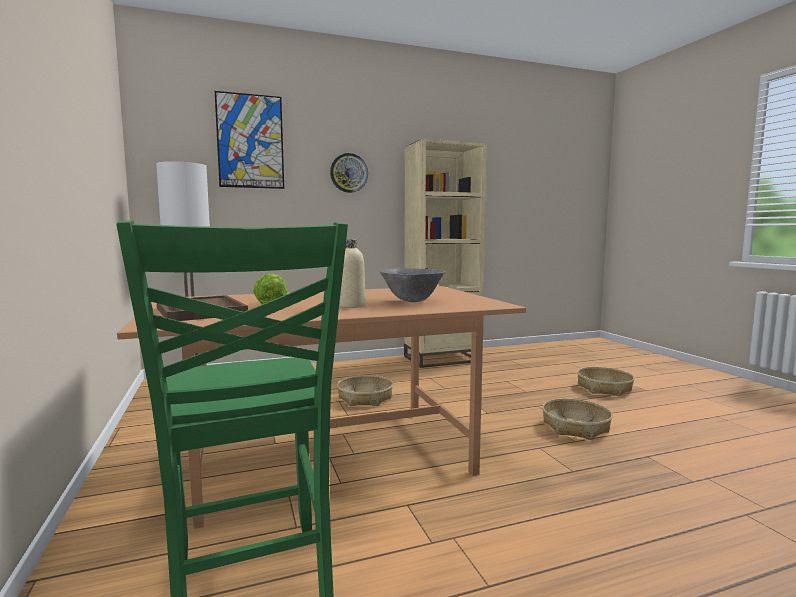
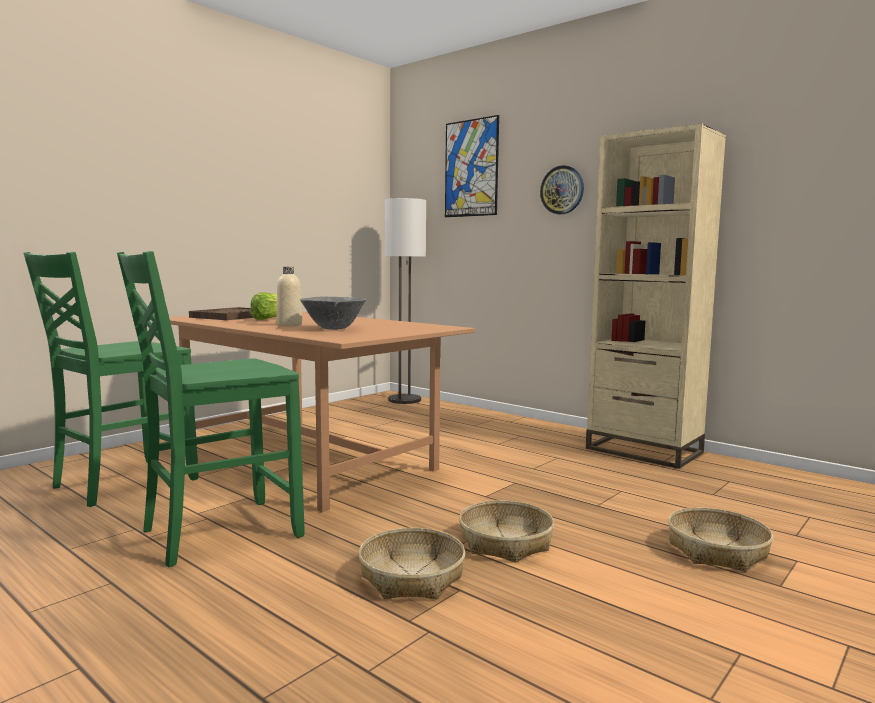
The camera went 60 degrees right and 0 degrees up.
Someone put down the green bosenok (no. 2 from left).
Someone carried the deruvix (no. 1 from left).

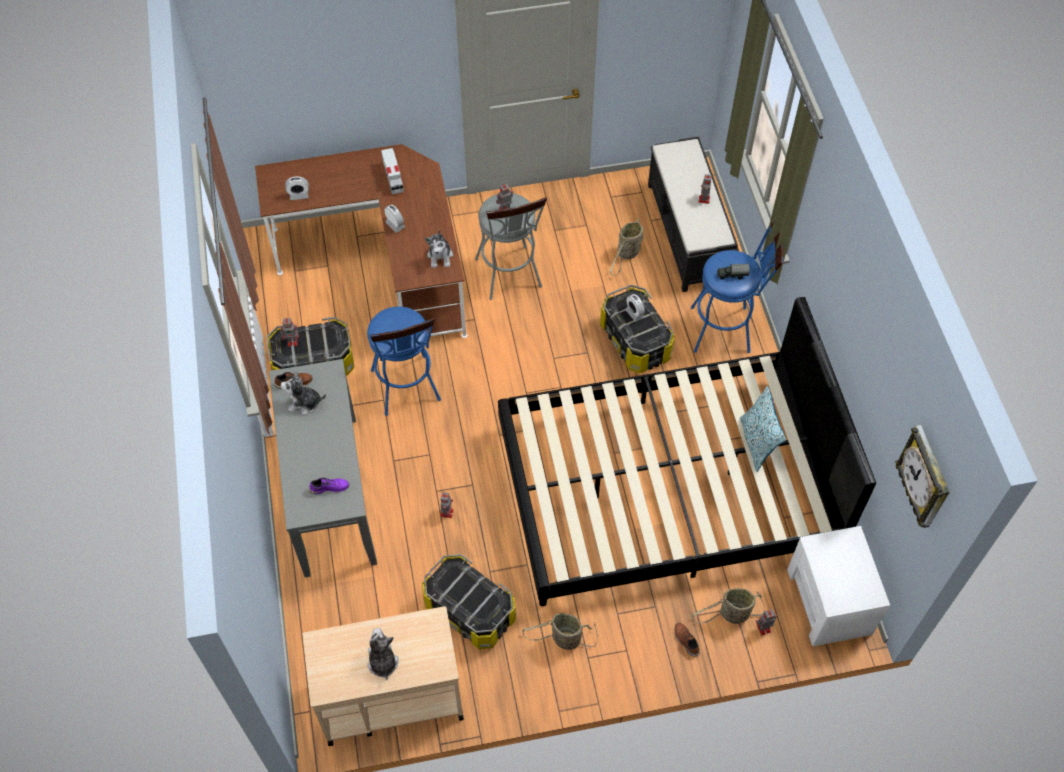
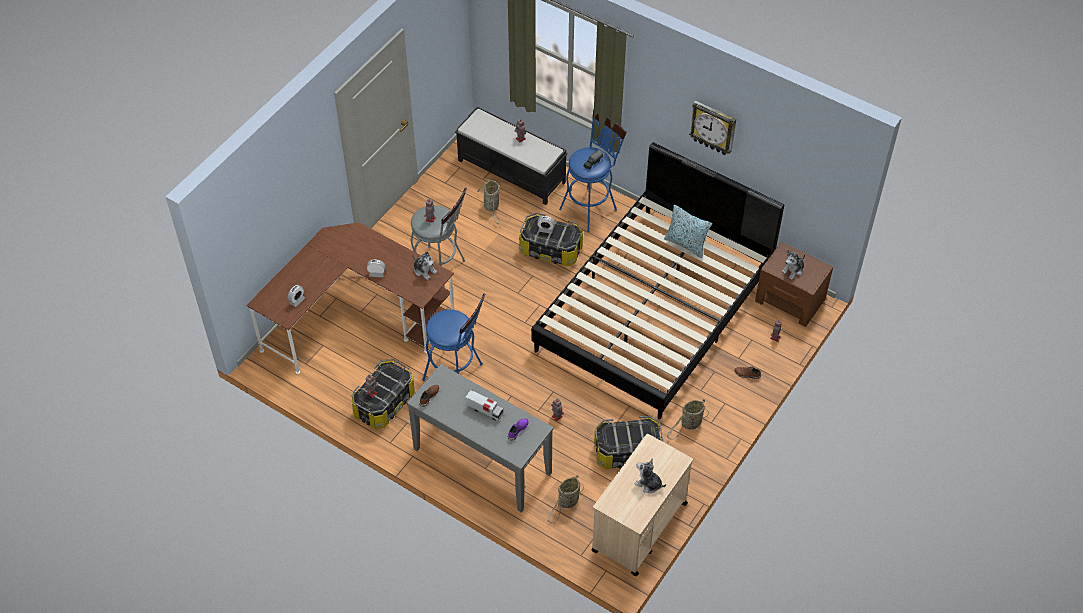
The camera went 45 degrees left and 5 degrees down.
Someone carried the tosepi (no. 1 from left in the first image).
Someone carried the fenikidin (no. 1 from left).
Someone carried the deruvix (no. 3 from left in the first image).
Someone carried the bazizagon.
Someone repainted the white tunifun, which became the brown tunifun.

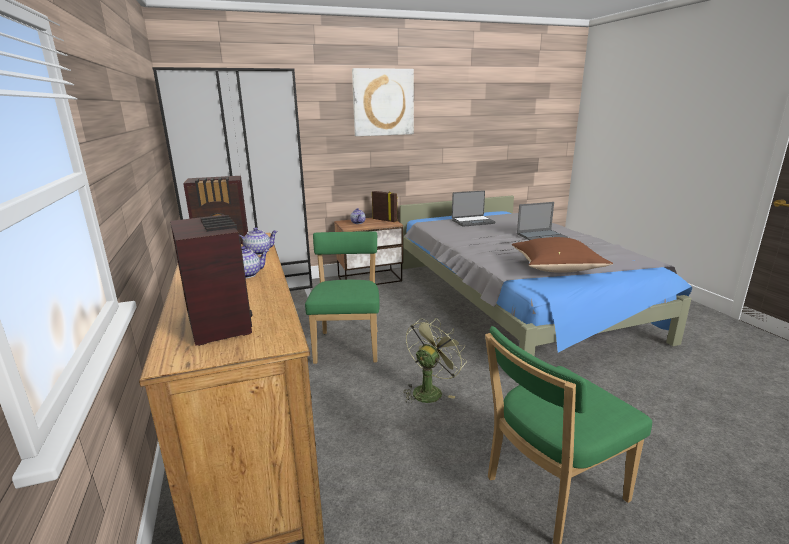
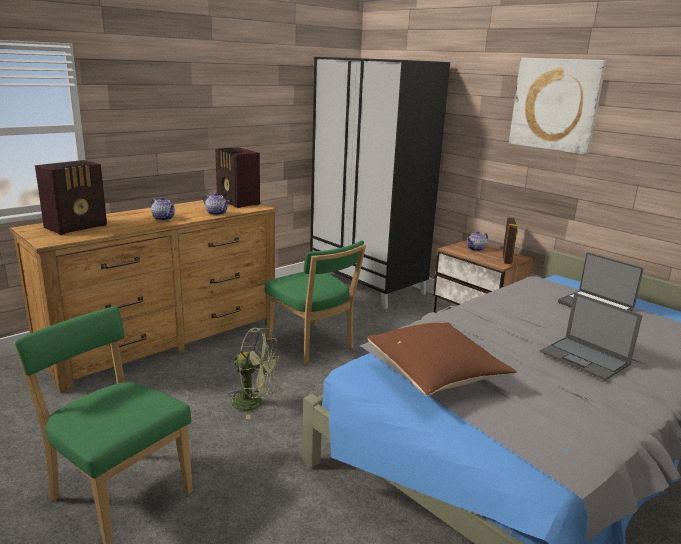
The camera went 65 degrees right and 0 degrees up.
Someone rotated the green bosenok (no. 1 from left in the first image) by 75 degrees clockwise.

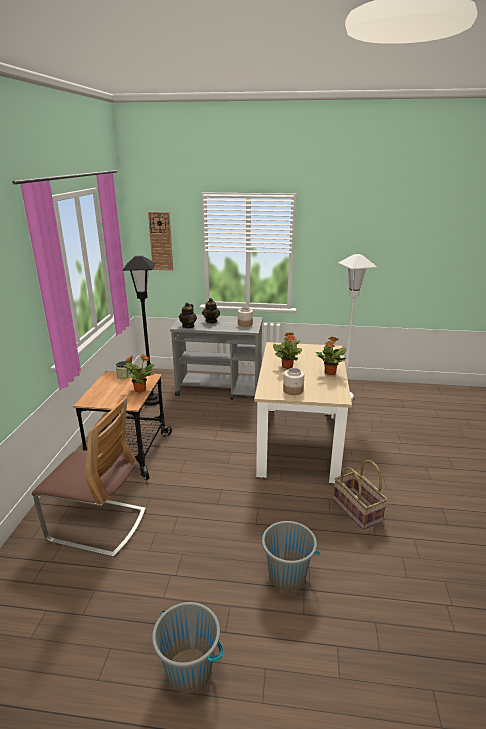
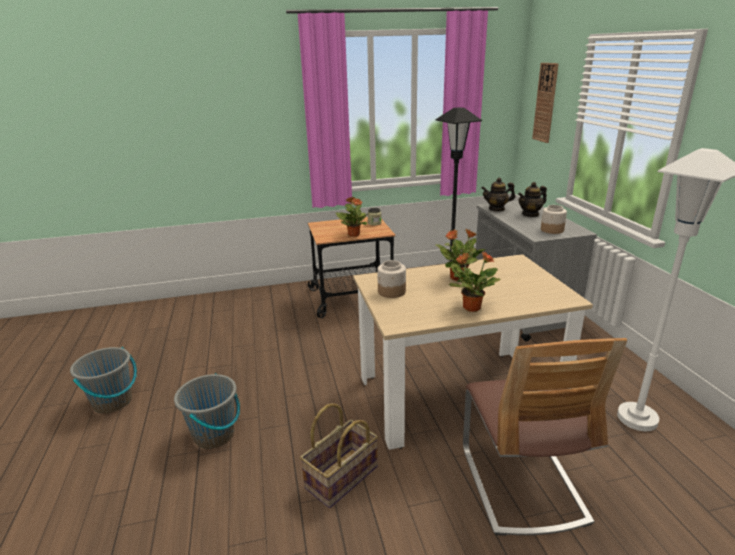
The camera went 70 degrees right and 0 degrees up.
Someone carried the bosenok.

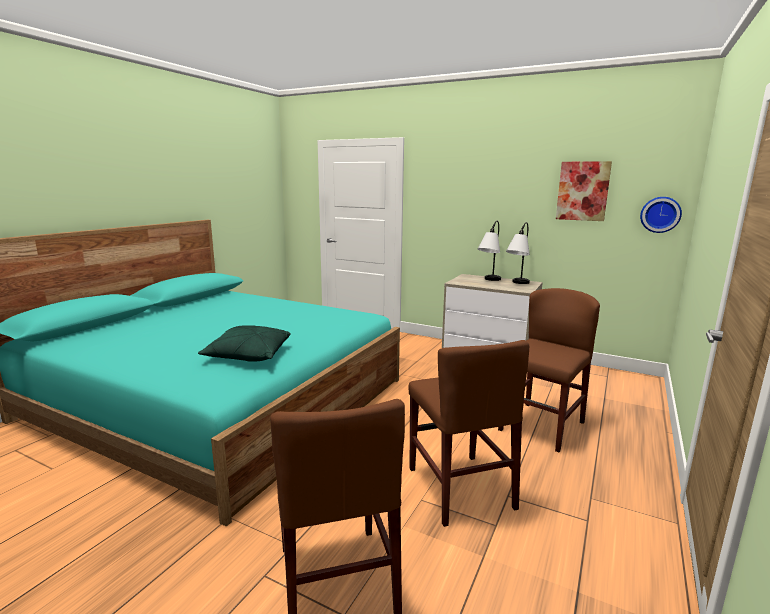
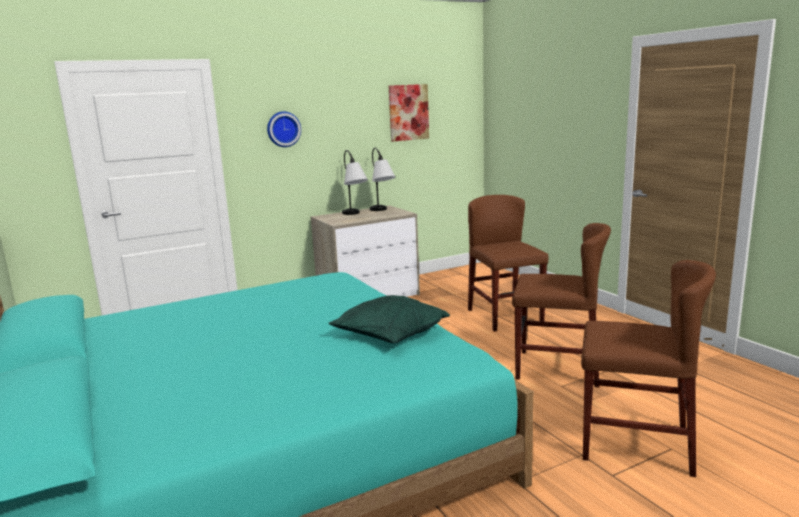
The camera went 55 degrees left and 0 degrees up.
Someone carried the bazizagon.

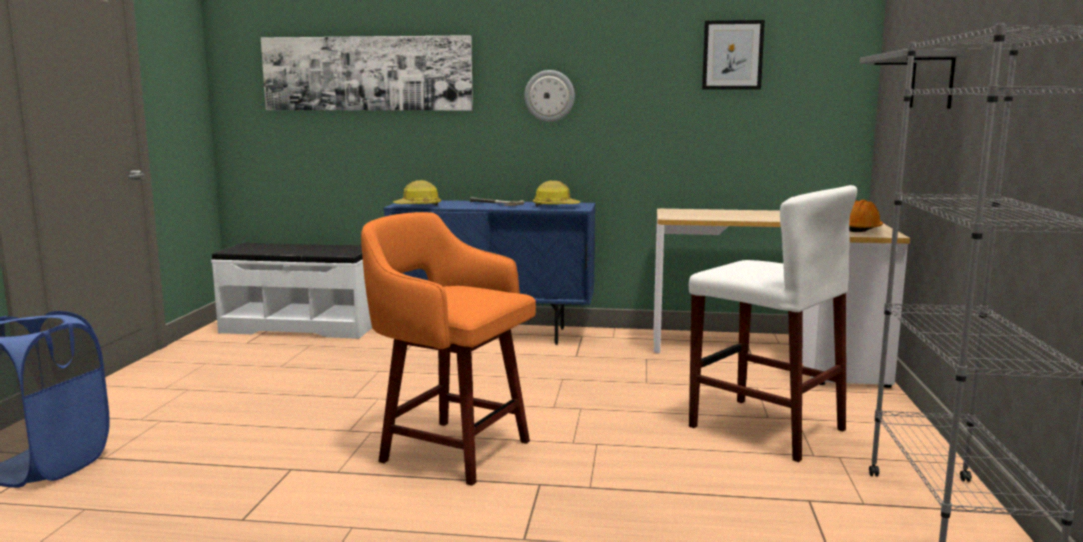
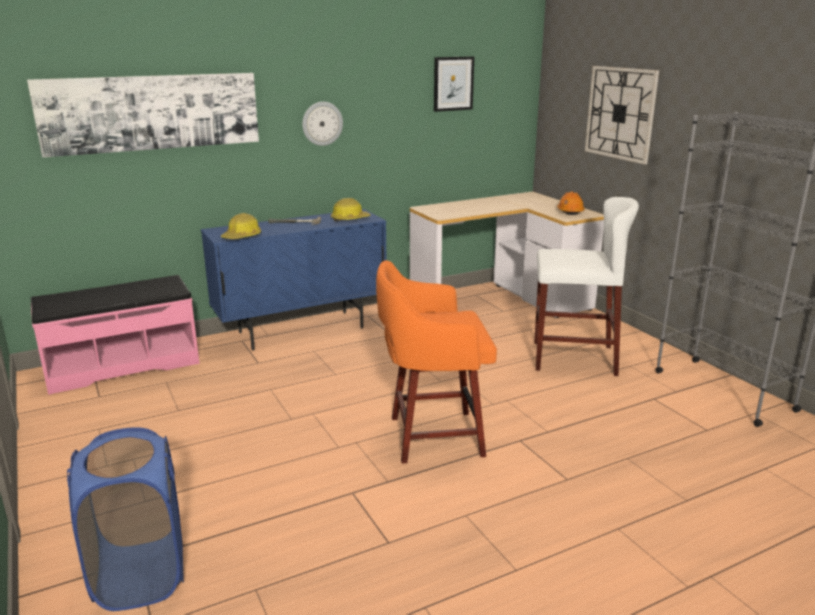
The camera went 35 degrees left and 10 degrees up.
Someone swapped the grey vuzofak for the bazizagon (no. 2 from left).
Someone repainted the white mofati, which became the pink mofati.

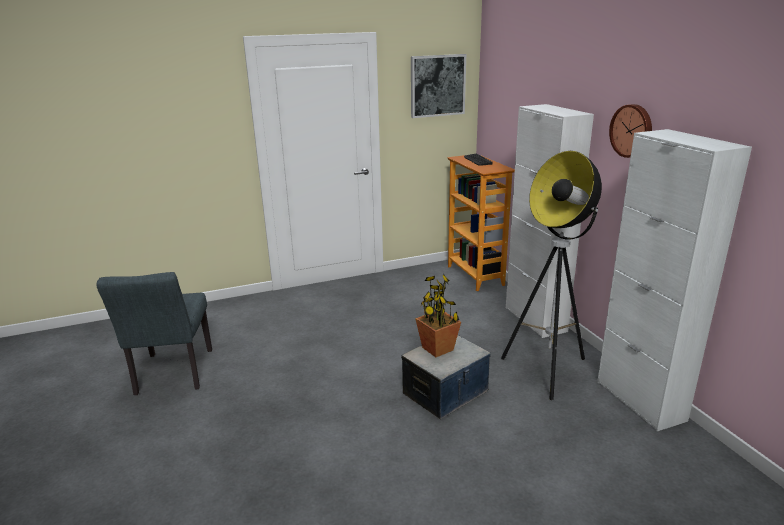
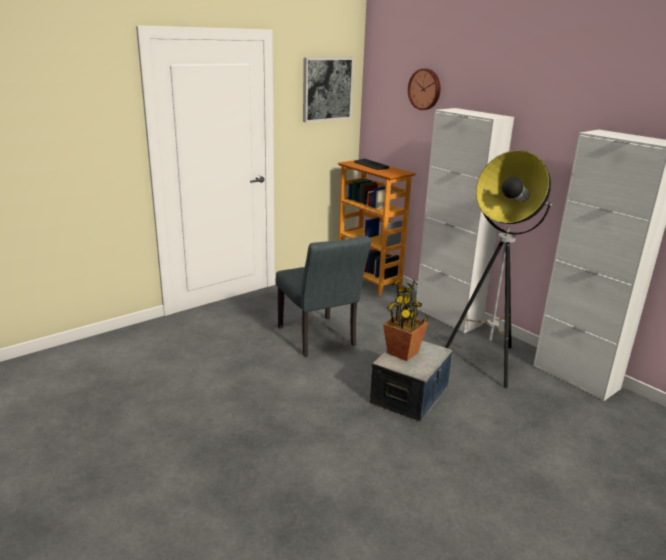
The camera went 20 degrees left and 0 degrees up.
Someone carried the grey bosenok.
Someone carried the bazizagon.

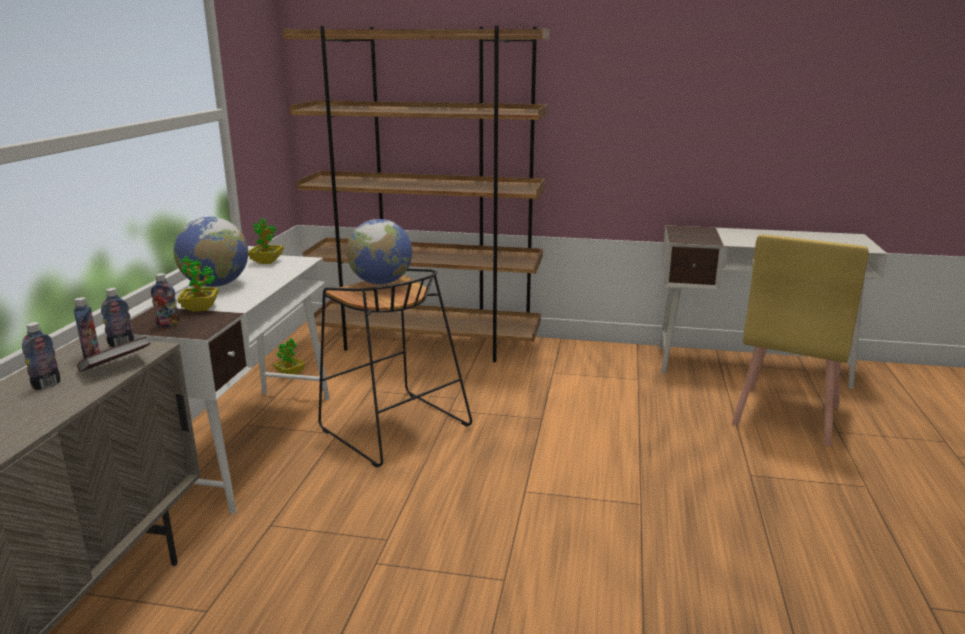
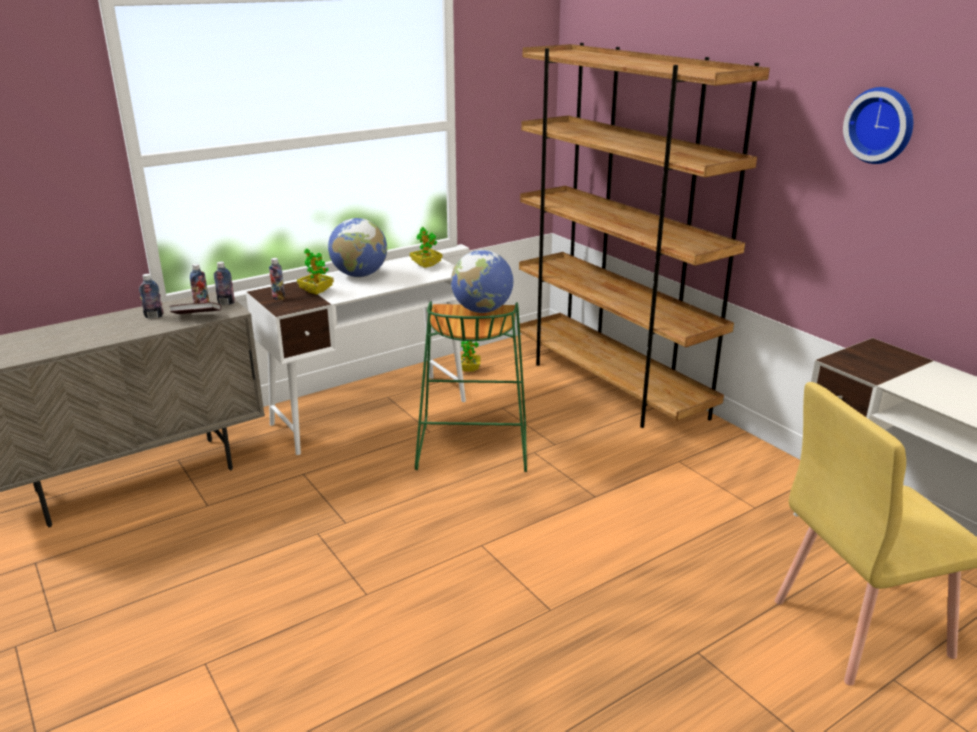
The camera went 45 degrees right and 5 degrees up.
Someone put up the bazizagon.
Someone repainted the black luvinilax, which became the green luvinilax.

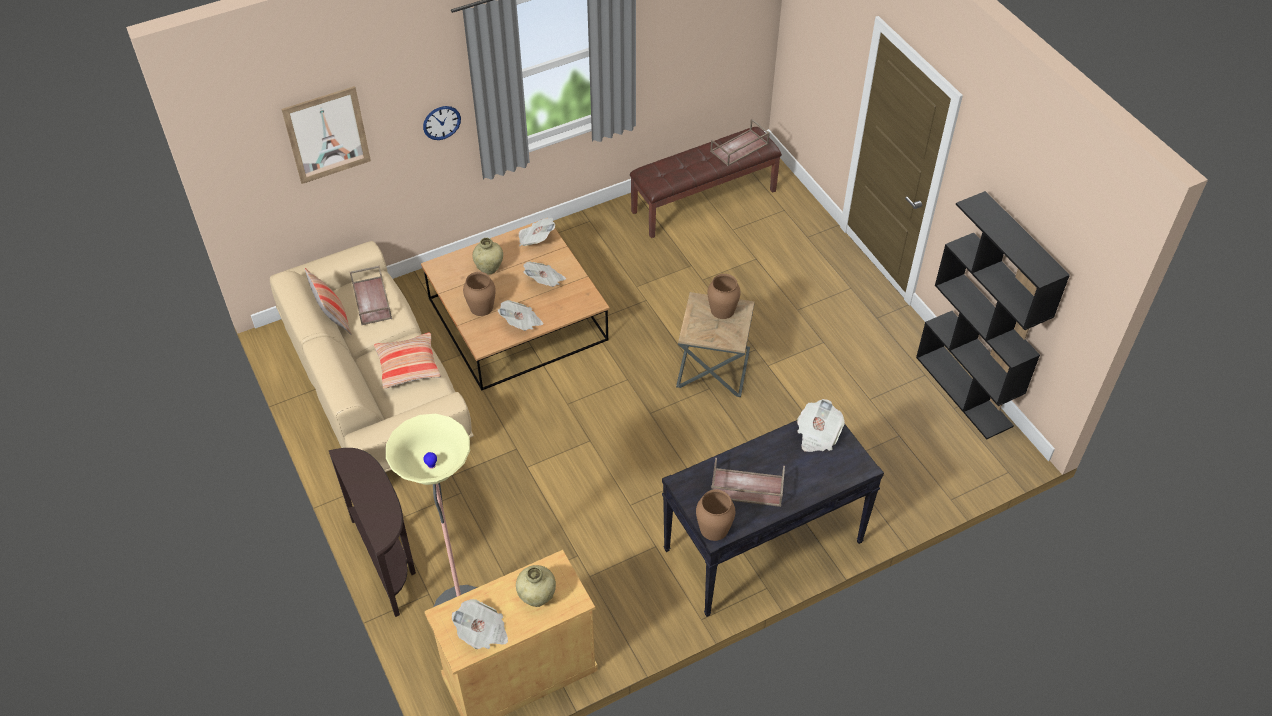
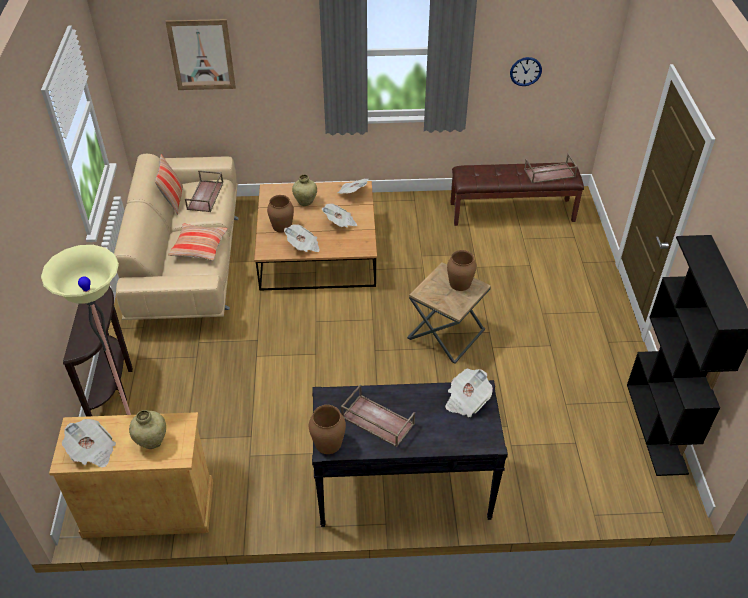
The camera went 25 degrees right and 5 degrees down.
Someone carried the bazizagon.

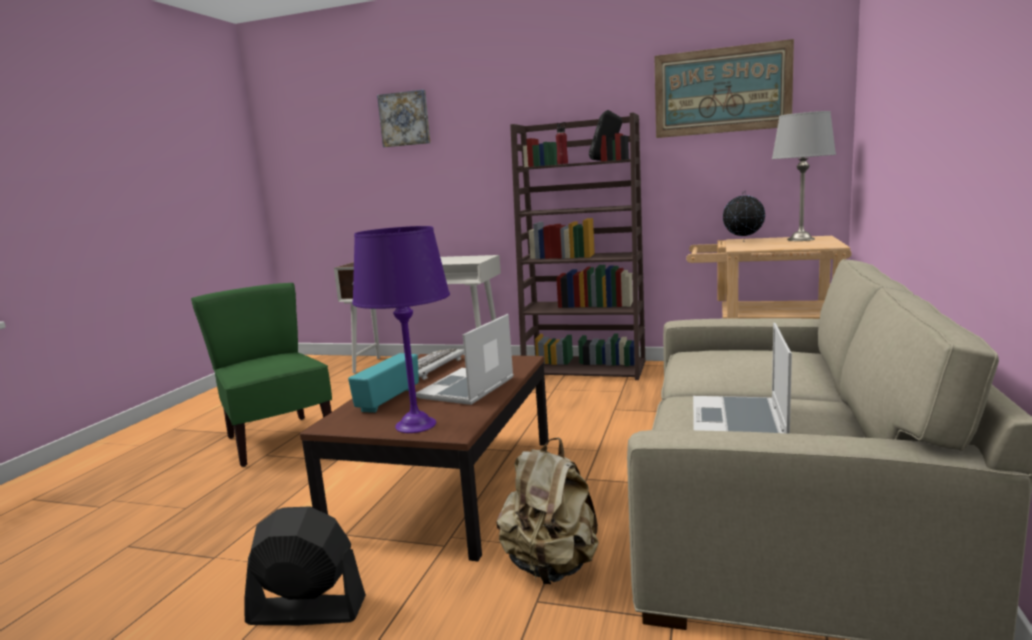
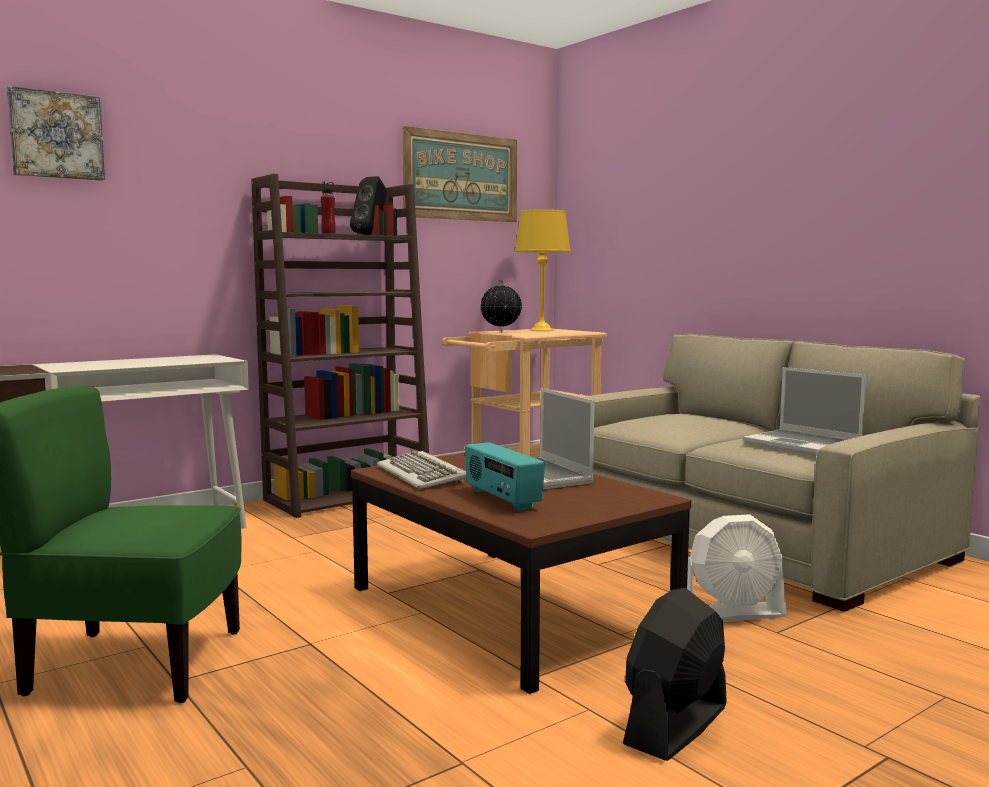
The camera went 55 degrees left and 5 degrees down.
Someone took away the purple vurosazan.
Someone swapped the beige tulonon for the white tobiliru.
Someone repainted the grey vurosazan, which became the yellow vurosazan.

